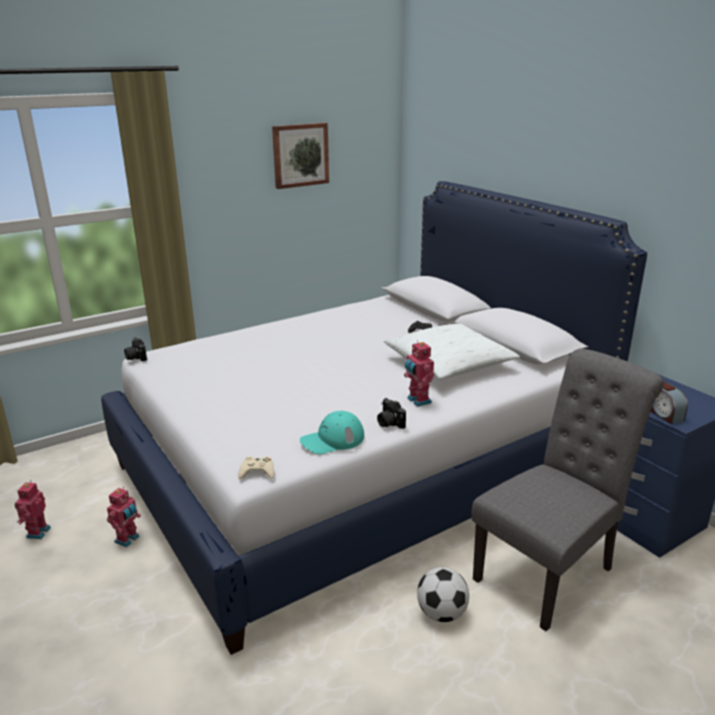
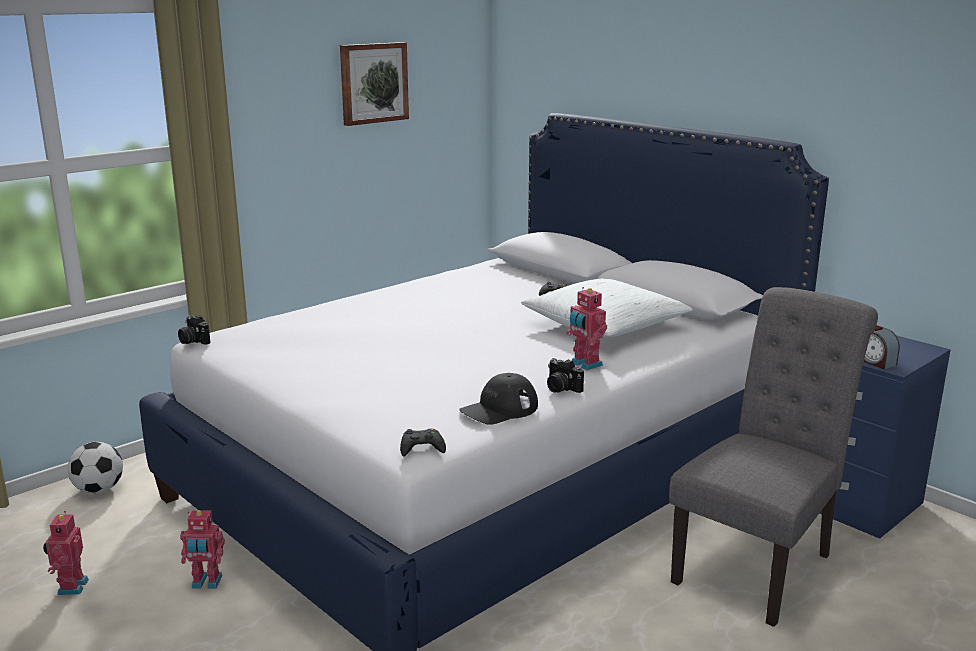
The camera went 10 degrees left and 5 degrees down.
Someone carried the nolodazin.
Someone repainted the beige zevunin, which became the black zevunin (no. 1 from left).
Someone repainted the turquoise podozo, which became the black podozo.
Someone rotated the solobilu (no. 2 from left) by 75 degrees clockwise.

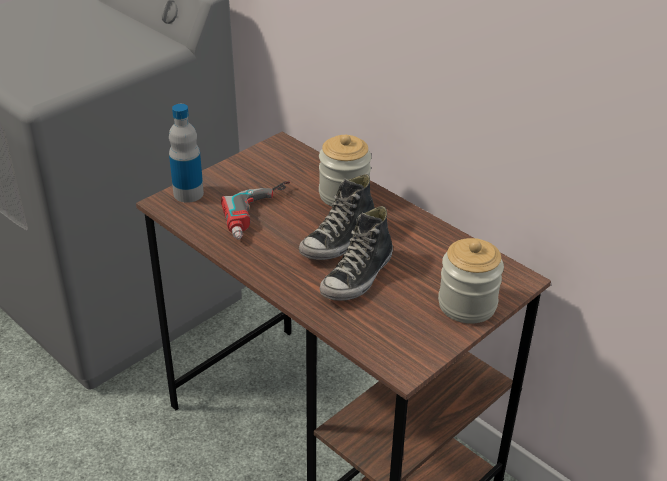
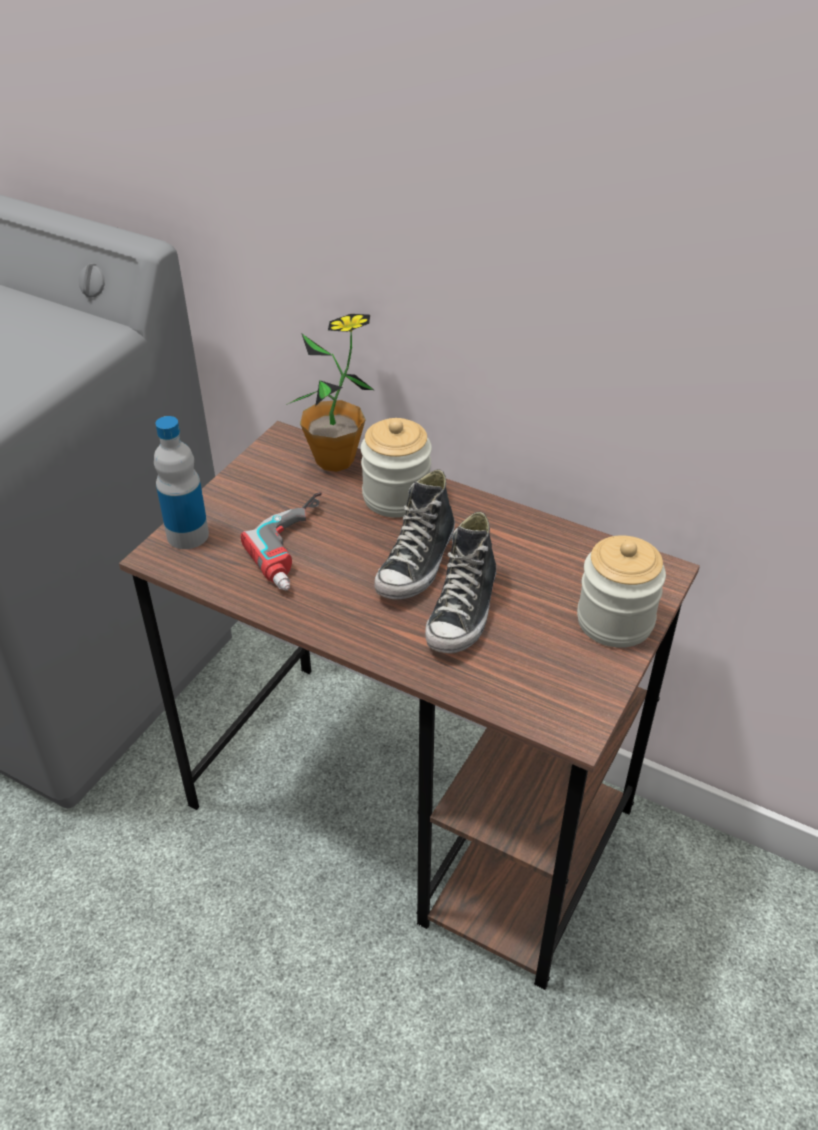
The camera went 15 degrees left and 5 degrees up.
Someone put down the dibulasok.

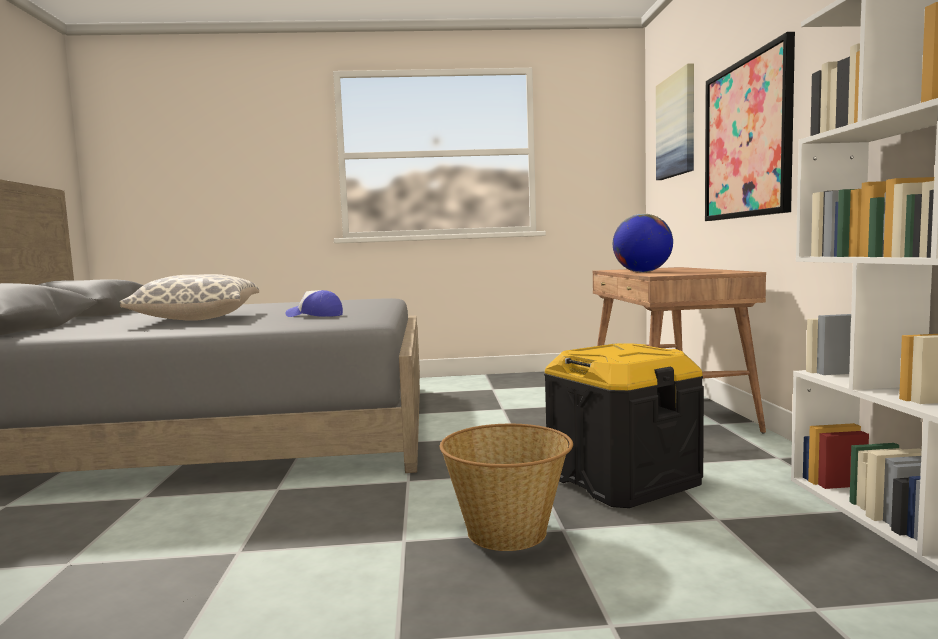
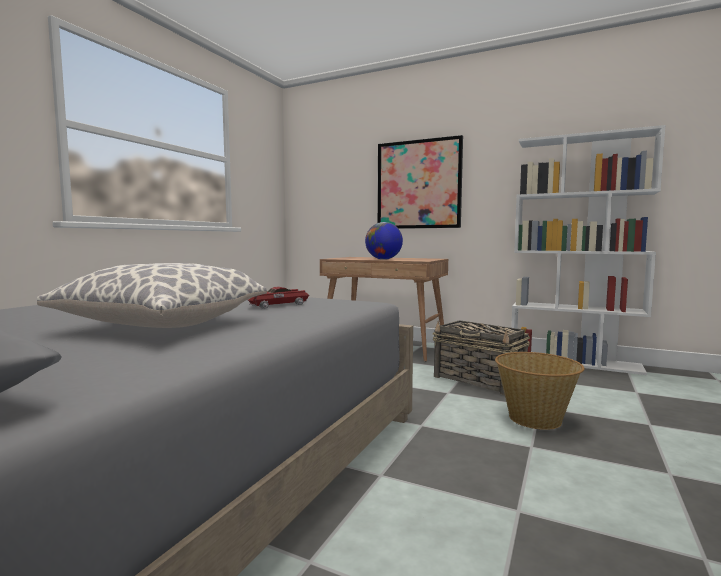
The camera went 60 degrees left and 0 degrees up.
Someone took away the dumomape (no. 1 from left).
Someone swapped the podozo for the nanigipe.
Someone swapped the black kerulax for the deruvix (no. 1 from left).

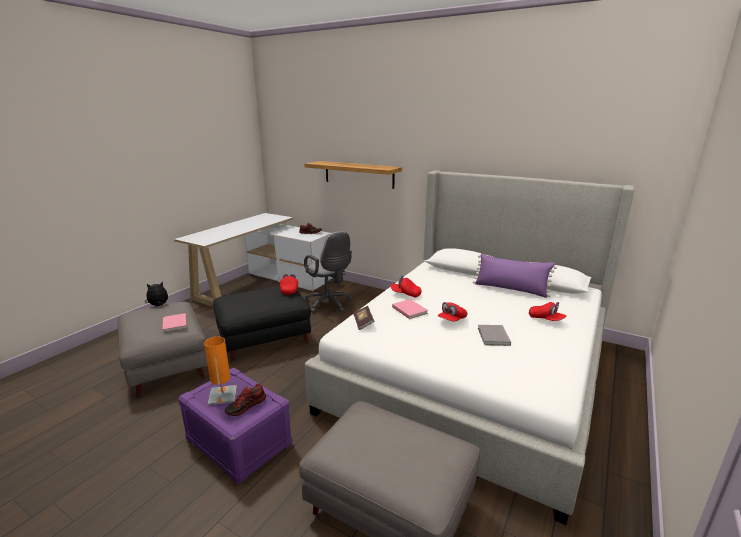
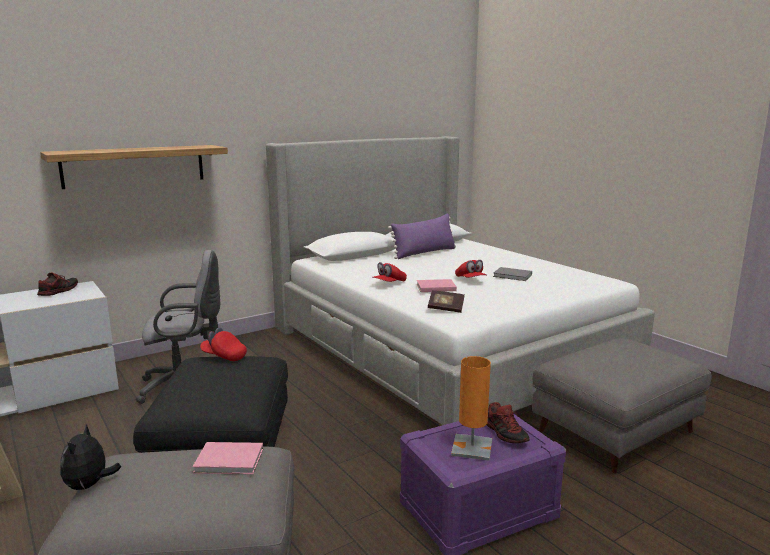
The camera went 65 degrees left and 5 degrees down.
Someone took away the red podozo (no. 4 from left).

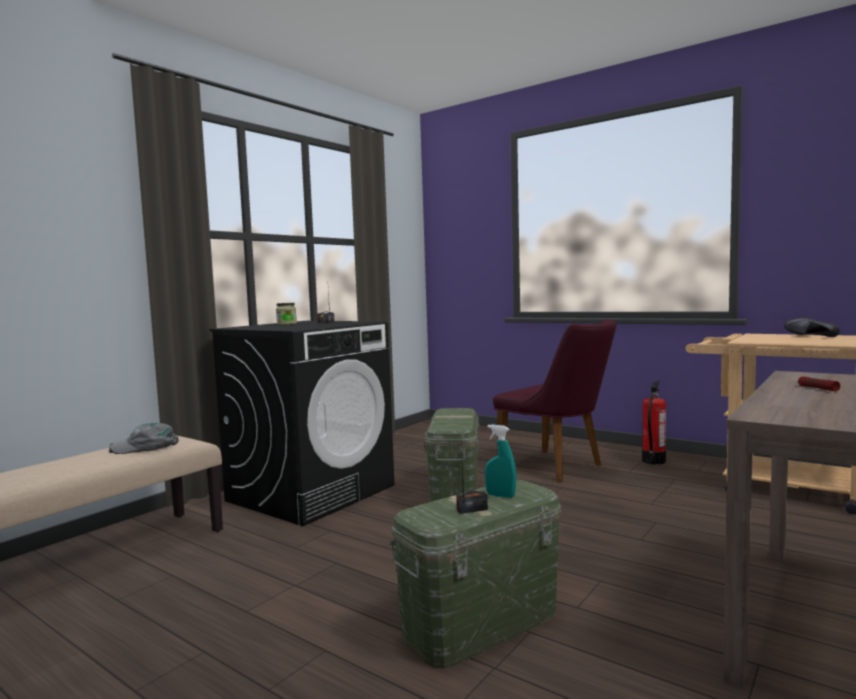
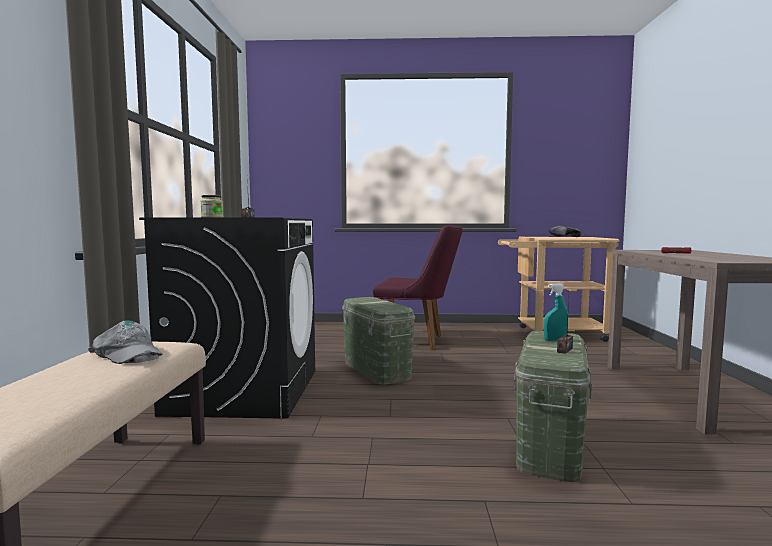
The camera went 35 degrees left and 0 degrees up.
Someone took away the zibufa.
Someone rotated the grey podozo by 90 degrees counterclockwise.

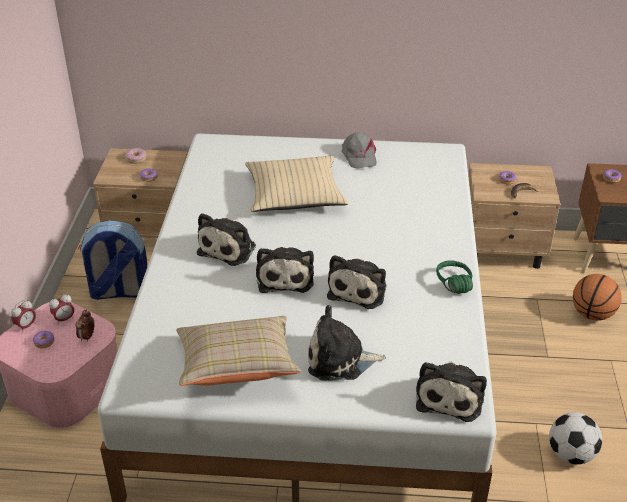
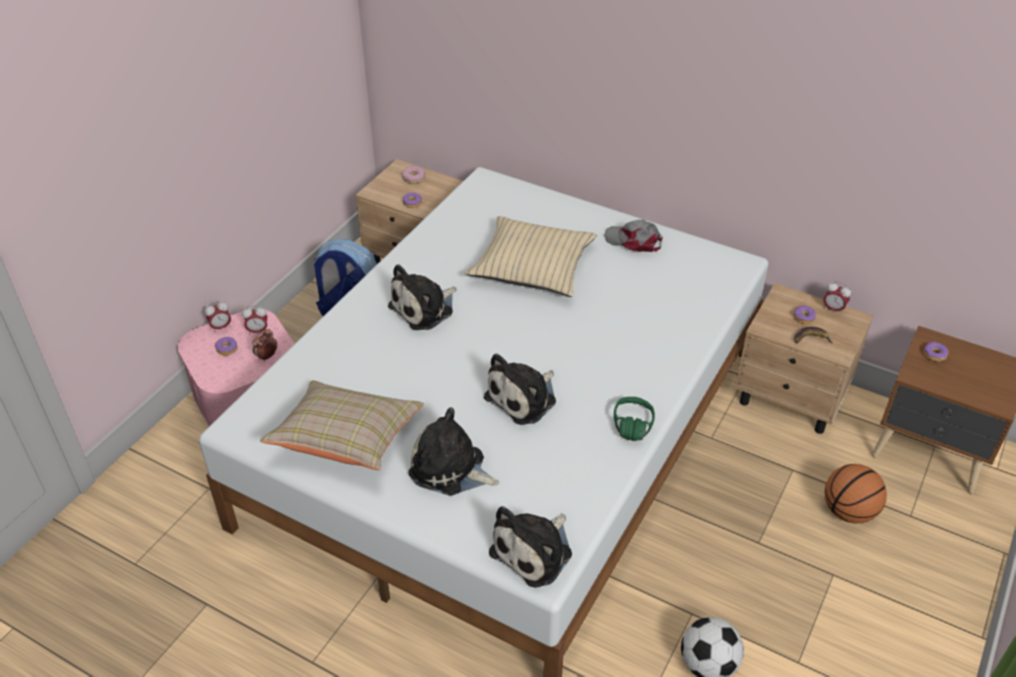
The camera went 25 degrees right and 5 degrees up.
Someone took away the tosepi (no. 2 from left).
Someone put down the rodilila (no. 4 from left).
Someone rotated the grey podozo by 105 degrees clockwise.

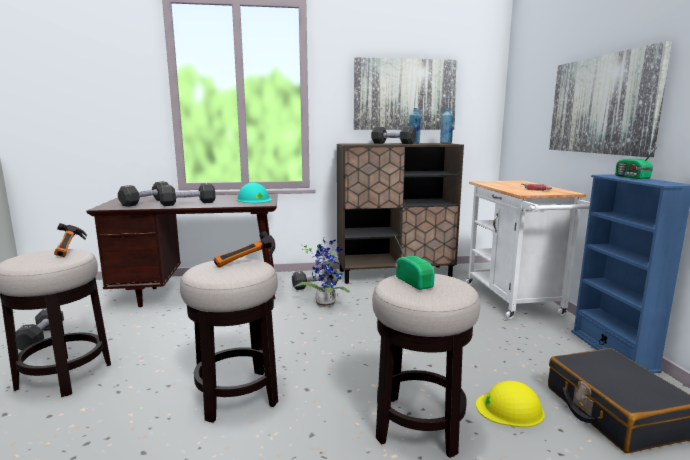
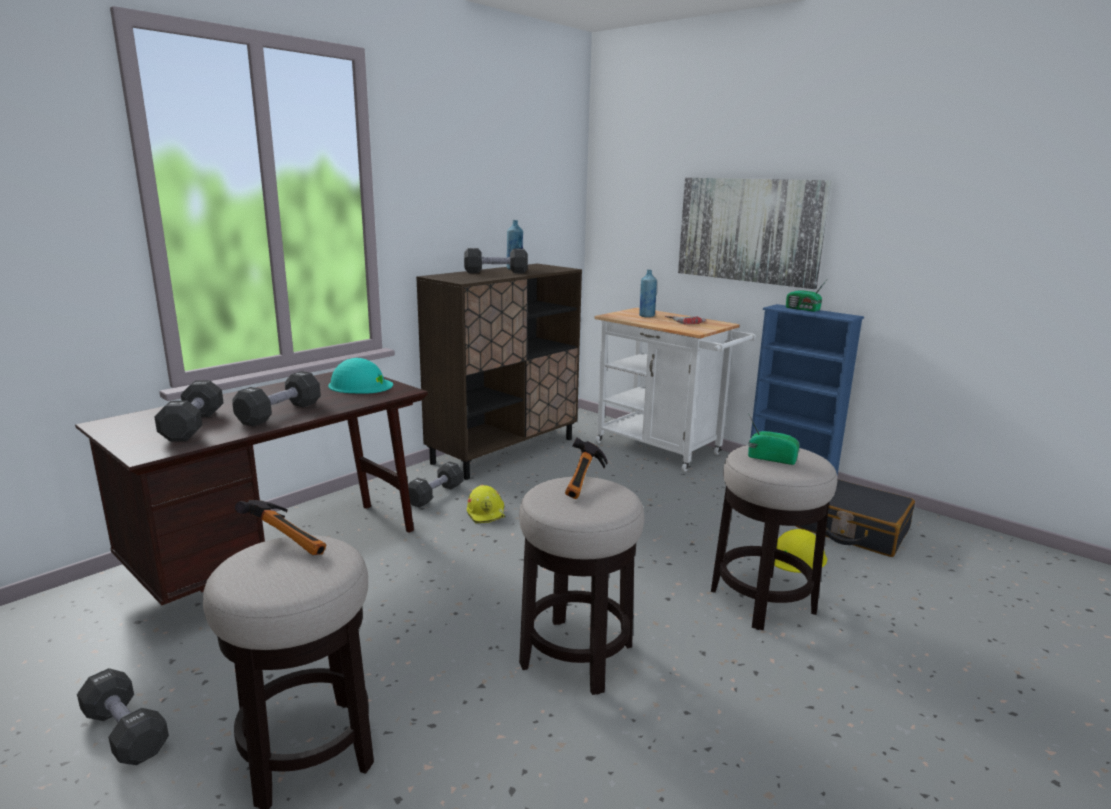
The camera went 40 degrees left and 5 degrees up.
Someone took away the dumomape (no. 1 from left).
Someone carried the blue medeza (no. 2 from left).
Someone swapped the dibulasok for the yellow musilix (no. 1 from left).

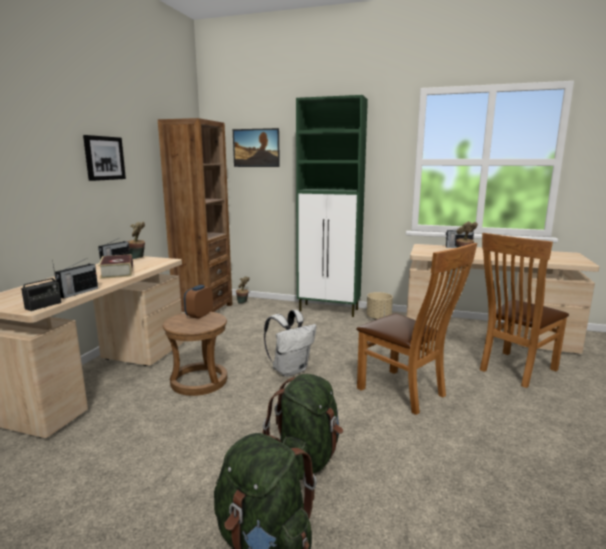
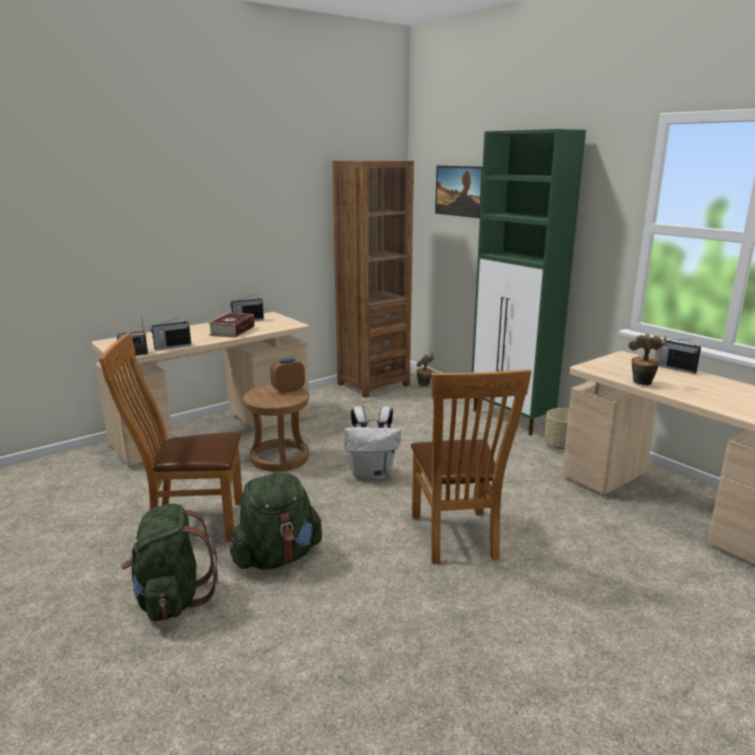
The camera went 35 degrees right and 5 degrees up.
Someone took away the dumomape (no. 1 from left).
Someone took away the dibulasok (no. 1 from left).
Someone carried the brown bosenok (no. 2 from left in the first image).

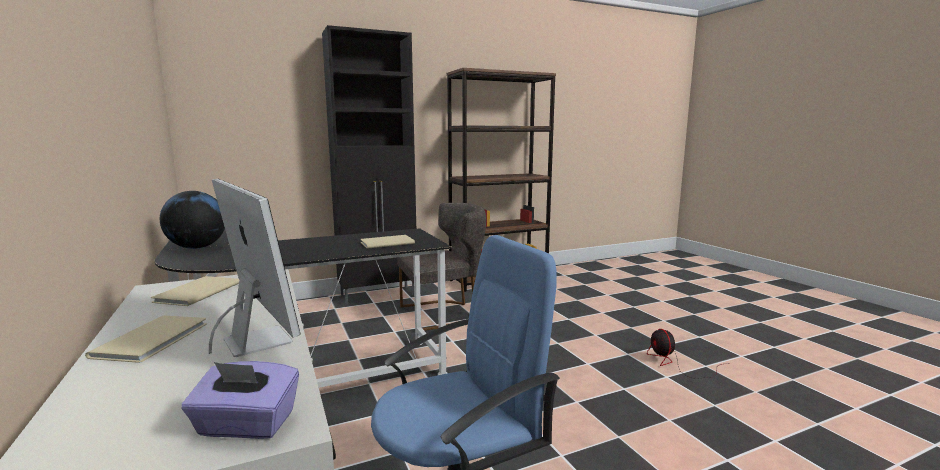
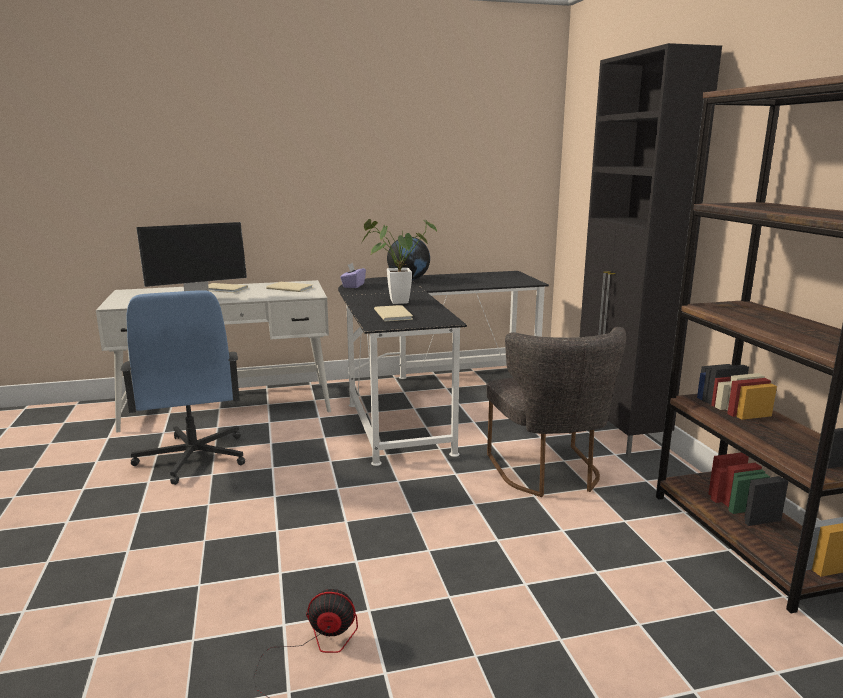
The camera went 100 degrees right and 5 degrees up.
Someone put down the dibulasok.
Someone carried the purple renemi.

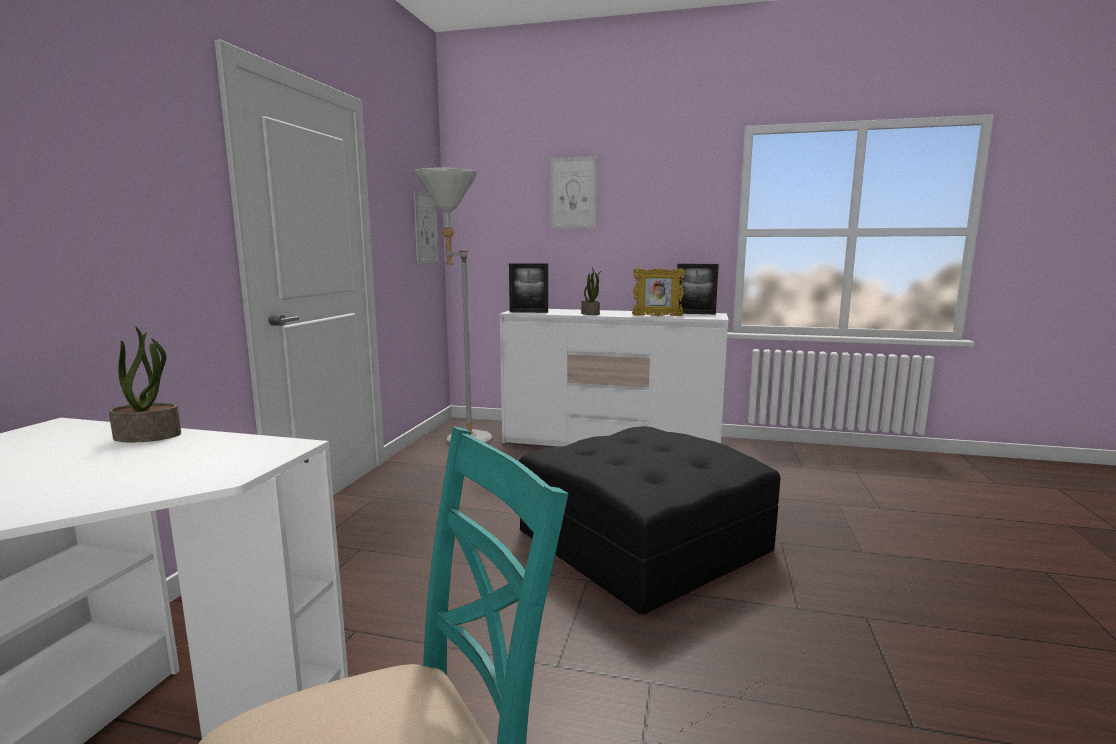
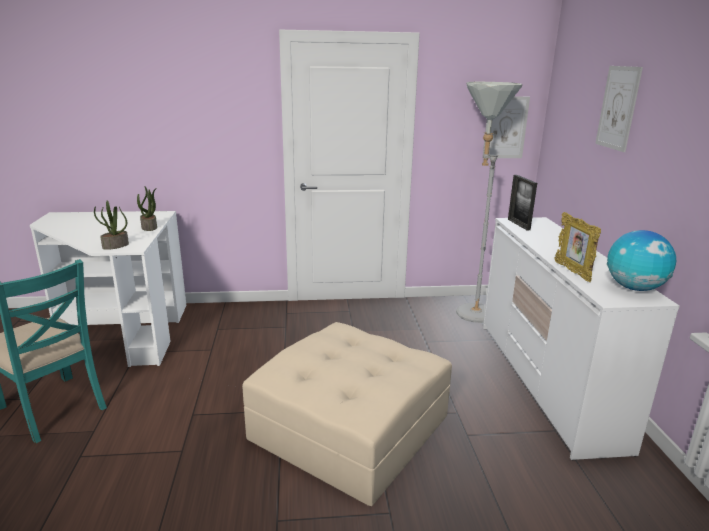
The camera went 70 degrees right and 10 degrees up.
Someone carried the dibulasok (no. 2 from left in the first image).
Someone swapped the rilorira (no. 3 from left) for the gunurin.
Someone repainted the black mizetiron, which became the beige mizetiron.

